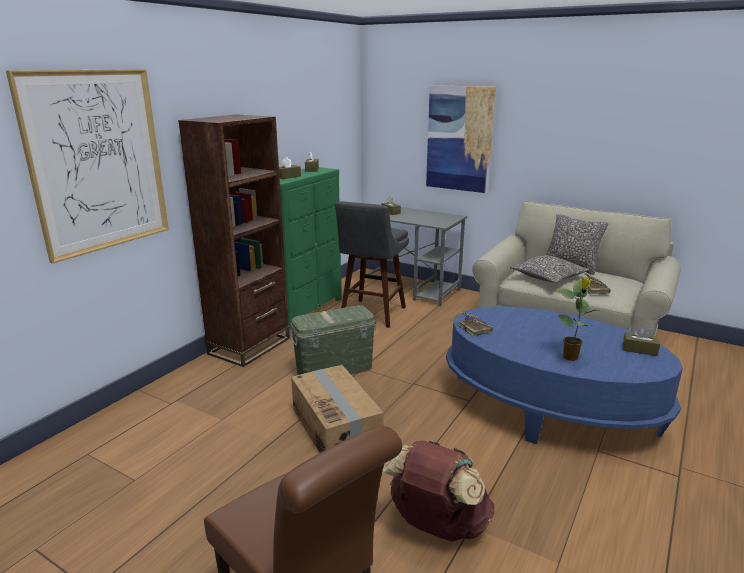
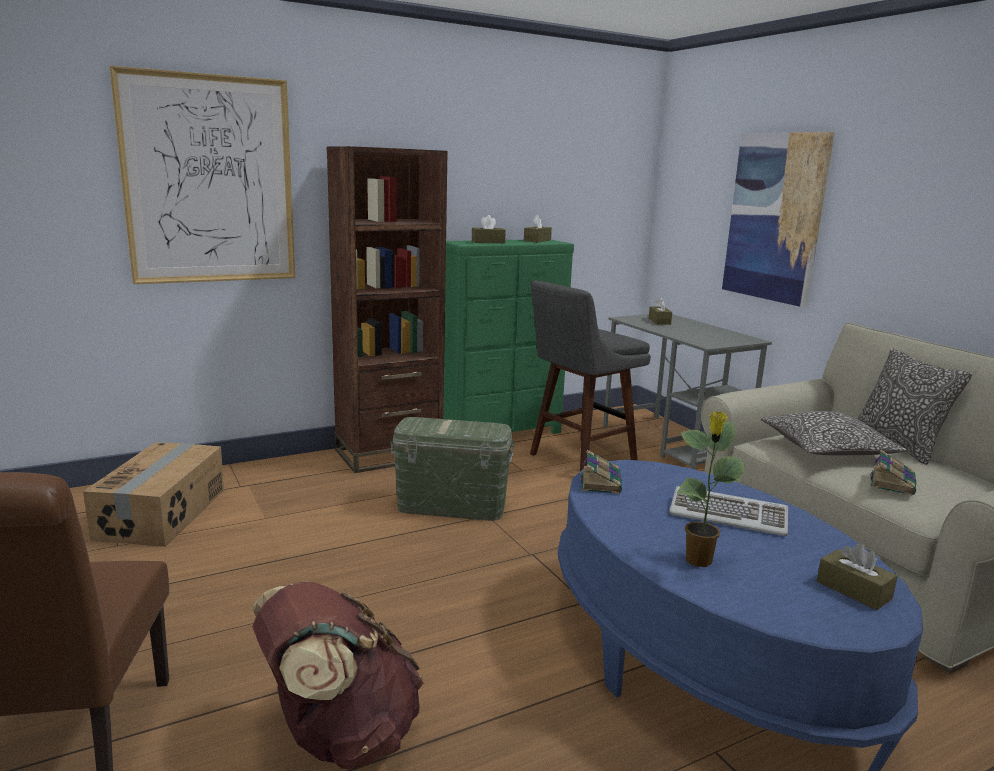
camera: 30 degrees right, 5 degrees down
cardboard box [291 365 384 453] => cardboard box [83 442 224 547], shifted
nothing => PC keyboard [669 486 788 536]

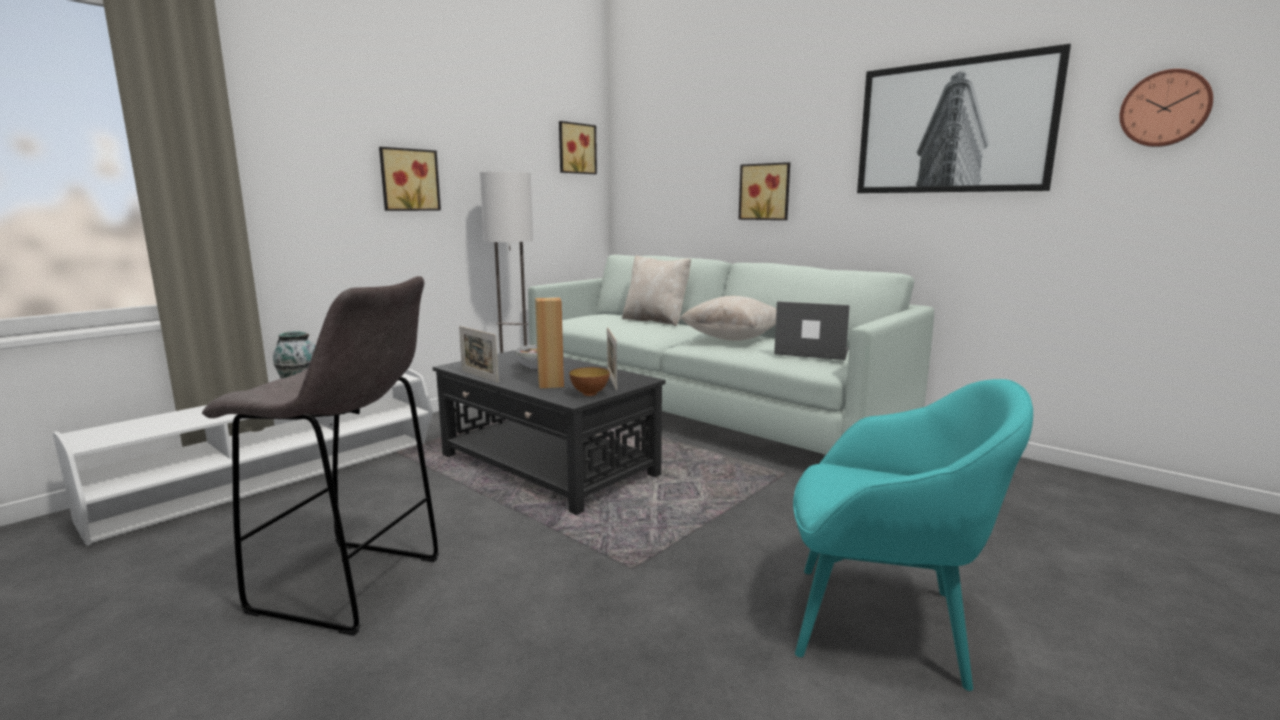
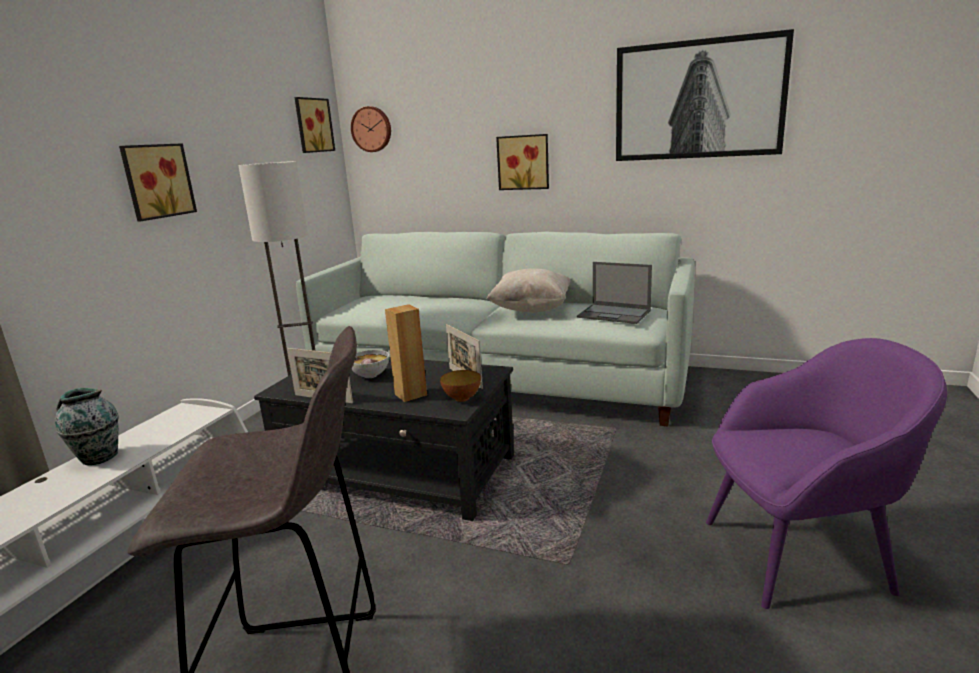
camera: 20 degrees left, 5 degrees up
sand-coloured pillow [622 255 691 326] => nothing
laptop [774 301 850 360] => laptop [577 262 652 324], 150 degrees counterclockwise
turquoise-coloured lounge chair [793 379 1033 691] => purple lounge chair [706 338 947 609]
wall clock [1119 69 1213 147] => wall clock [351 106 391 152], shifted

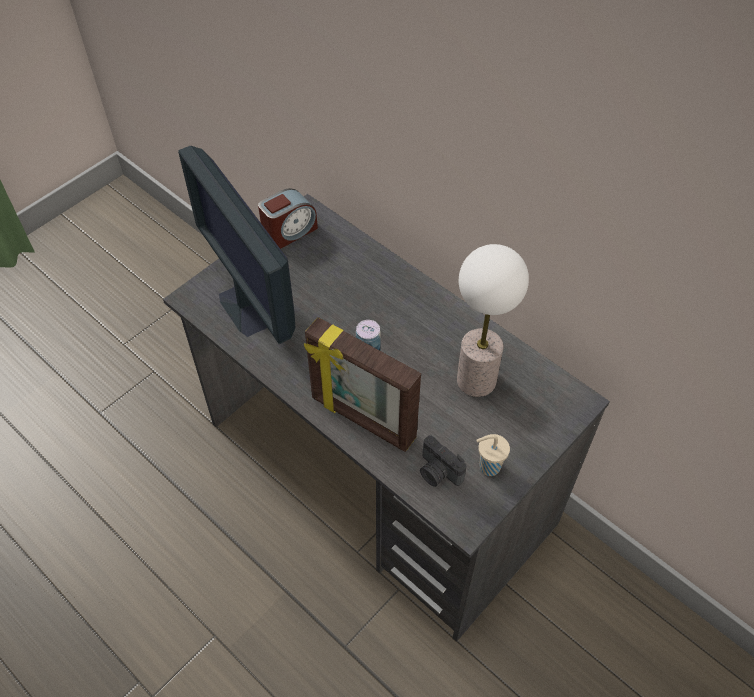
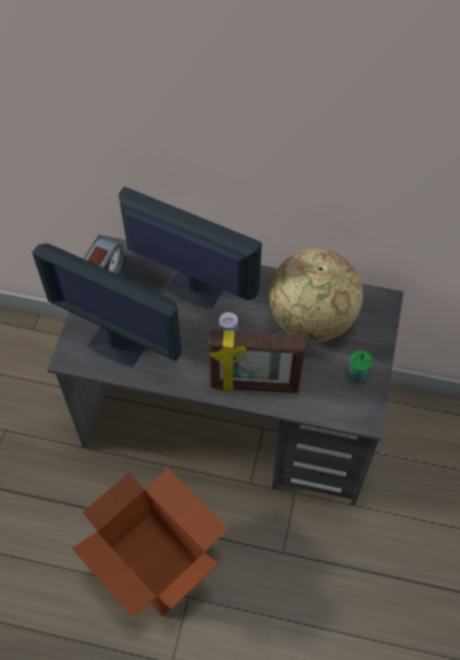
camera: 30 degrees left, 5 degrees up
still camera [420 435 466 487] => nothing
lamp for a table [457 244 529 397] => desk globe [269 248 363 342]
sand-coloured small cup [476 434 510 476] => green-coloured small cup [350 351 373 381]
nothing => cardboard box [72 468 229 617]
nothing => monitor [119 187 262 309]

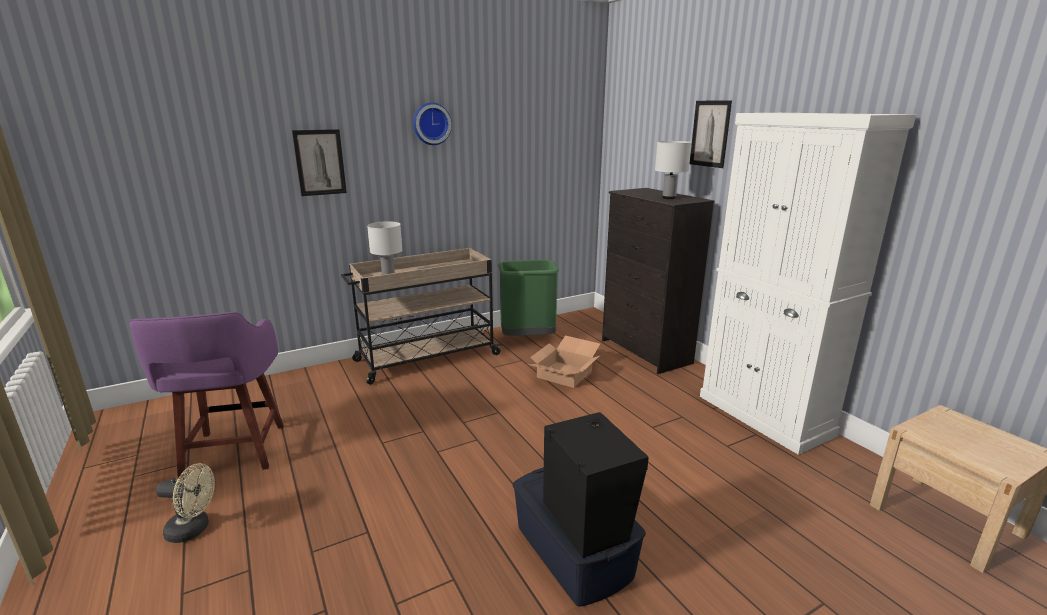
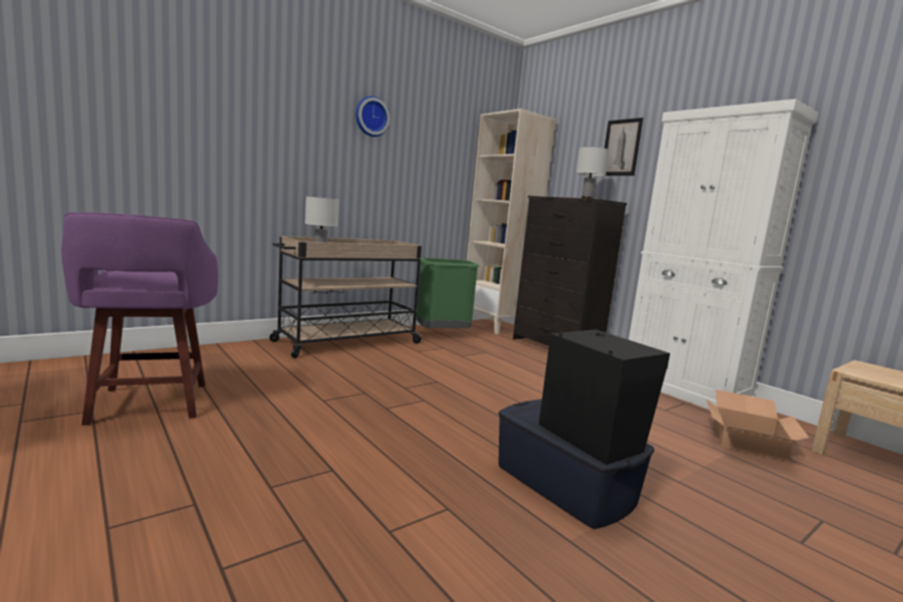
camera: 10 degrees left, 10 degrees down
sand-coloured electric fan [156 463 215 543] => nothing
wall art [292 129 347 196] => nothing
cardboard box [527 336 600 388] => cardboard box [706 390 809 462], shifted
nothing => sand-coloured bookshelf [467 109 556 334]

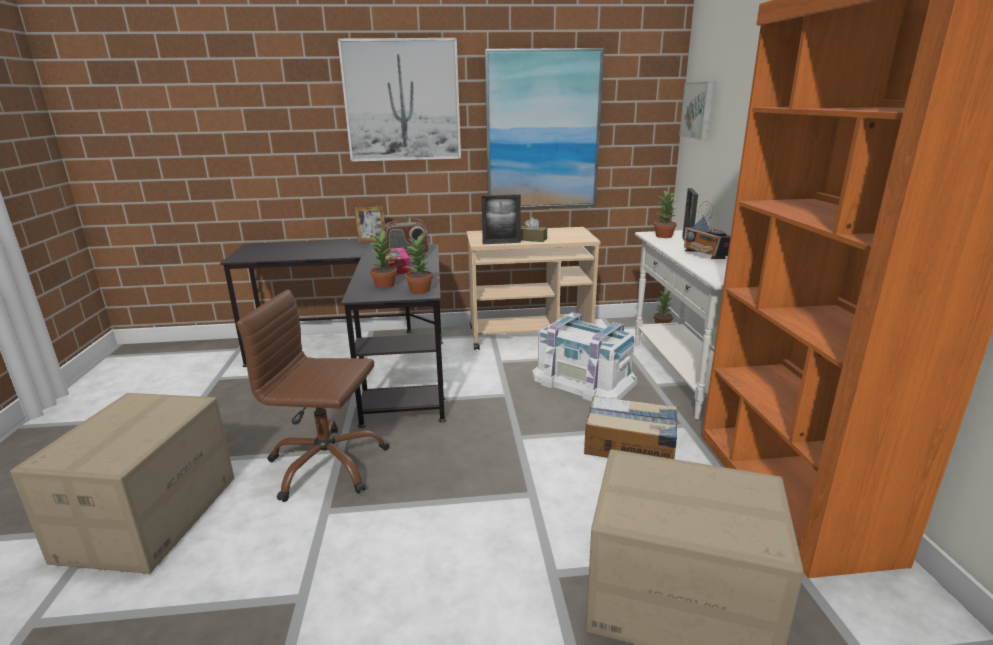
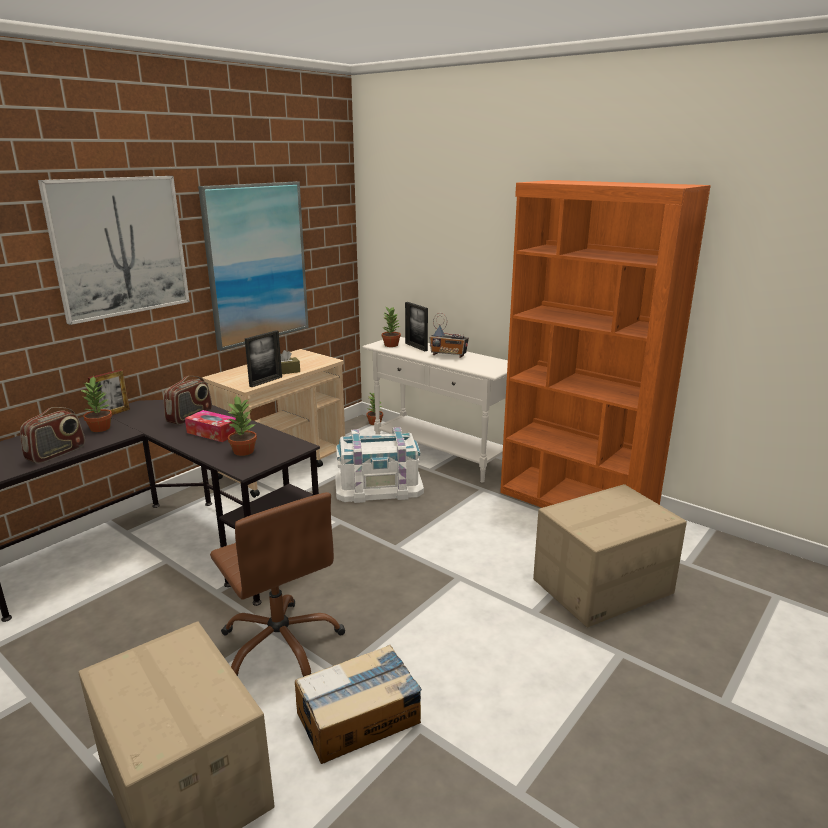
camera: 45 degrees left, 0 degrees up
brownish office chair [237 290 390 502] => brownish office chair [210 492 345 677], 90 degrees counterclockwise
plant in a pot [405 234 433 294] => plant in a pot [80 376 112 432], shifted
cardboard box [584 396 678 459] => cardboard box [295 645 422 764], shifted
wall art [679 82 714 140] => nothing
nothing => radio receiver [20 407 85 464]

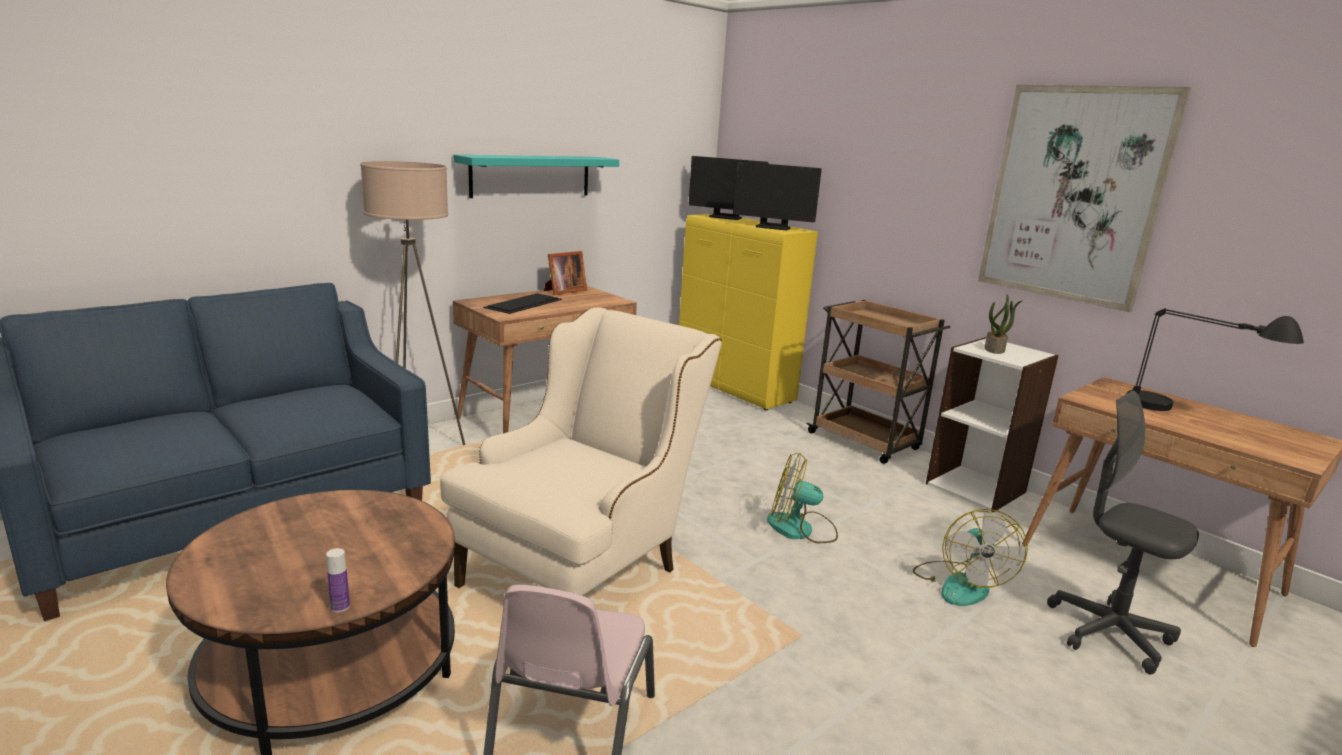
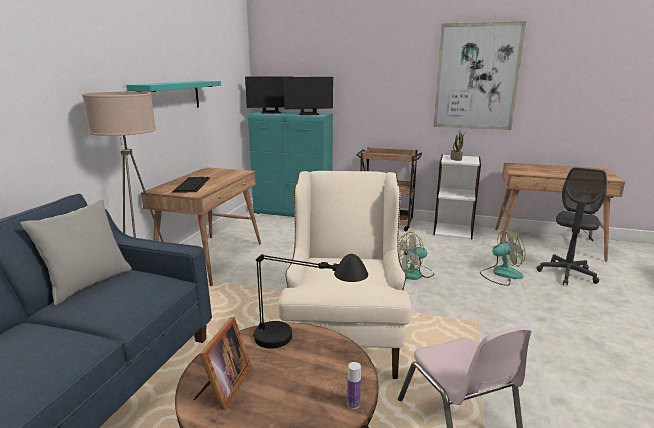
camera: 30 degrees left, 0 degrees up
standing frame [544 251 587 295] => standing frame [194 317 252 410], shifted
yellow storage cabinet [679 214 818 410] => turquoise-coloured storage cabinet [248 111 333 217]
electric fan [913 509 1028 606] => electric fan [480 228 525 286], 75 degrees counterclockwise
greyish office chair [1047 391 1199 674] => greyish office chair [537 167 607 285], 75 degrees counterclockwise
black lamp for a table [1125 308 1304 411] => black lamp for a table [253 254 368 349], shifted
nothing => greyish pillow [21 200 132 306]

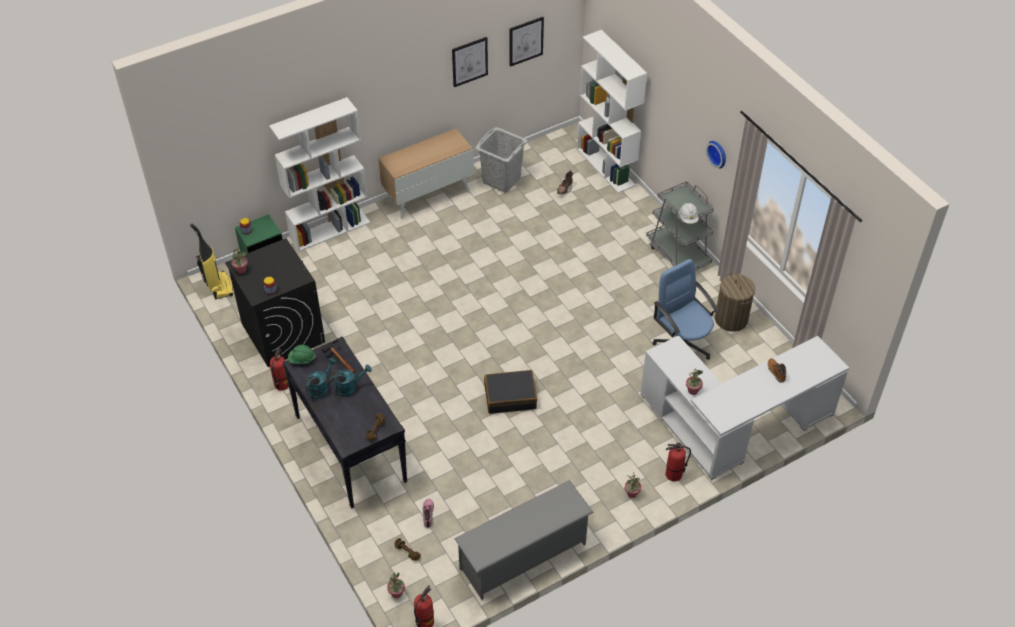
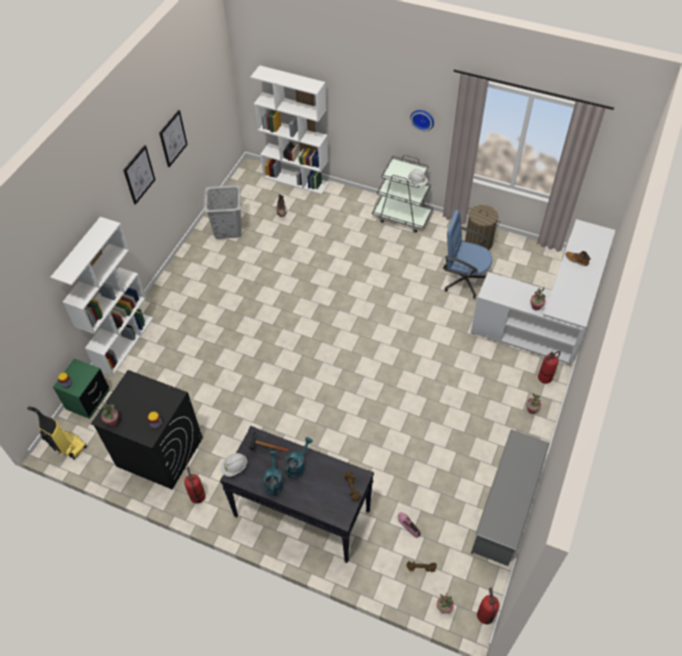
camera: 35 degrees left, 5 degrees up
green-coloured work helmet [288 345 316 364] => whitish work helmet [221 453 247 477]
storage cabinet [378 129 474 219] => nothing
black piece of luggage [484 370 537 414] => nothing
wall art [510 17 544 67] => wall art [123 145 156 205], shifted

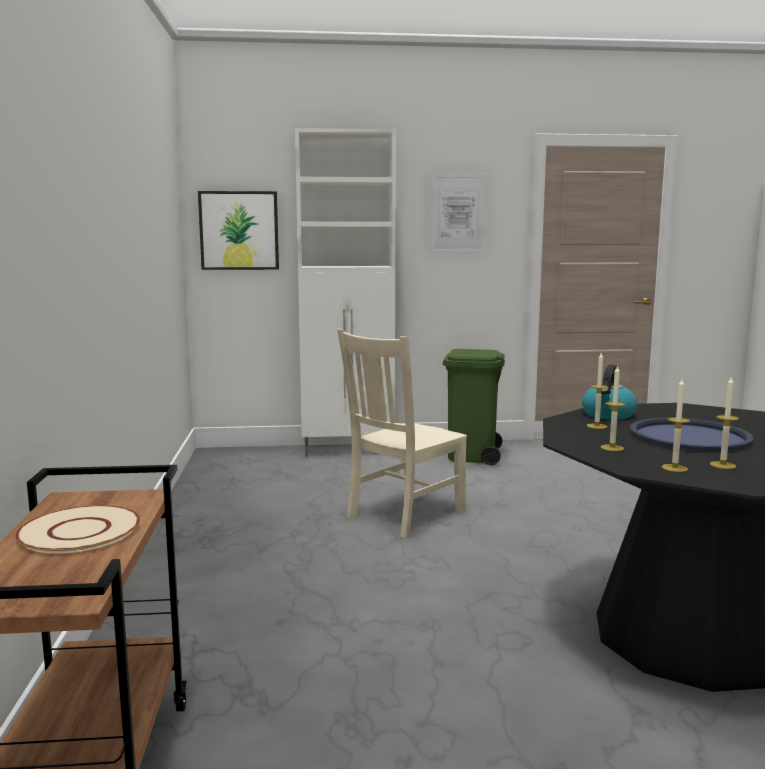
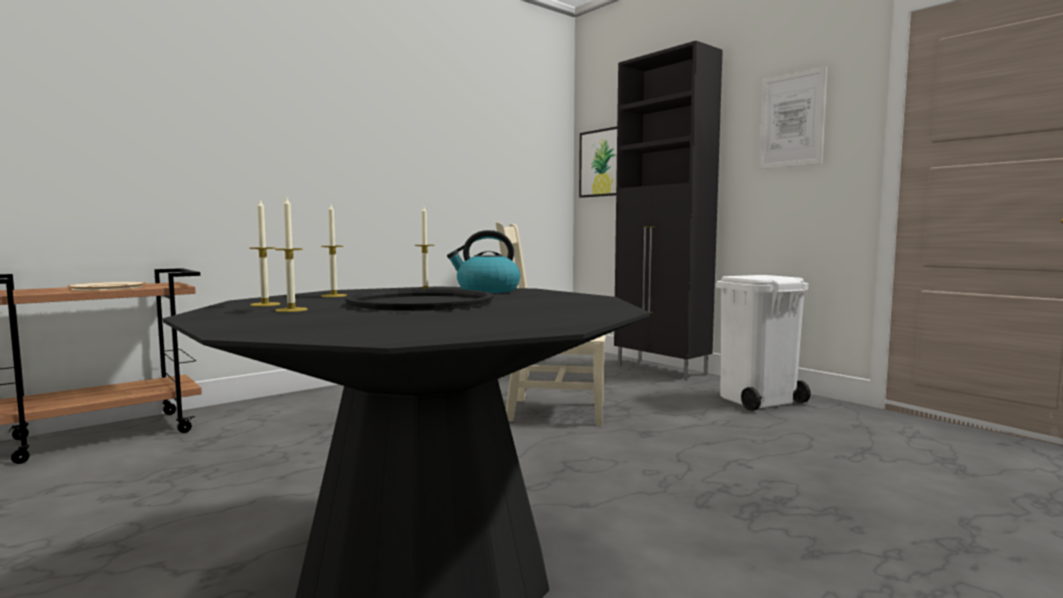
camera: 55 degrees right, 5 degrees down
whitish storage cabinet [295 128 396 457] => black storage cabinet [614 41 723 380]
green-coloured trash can [443 349 505 465] => whitish trash can [716 275 811 411]
blue-coloured tray [630 418 754 451] => black tray [345 289 493 311]

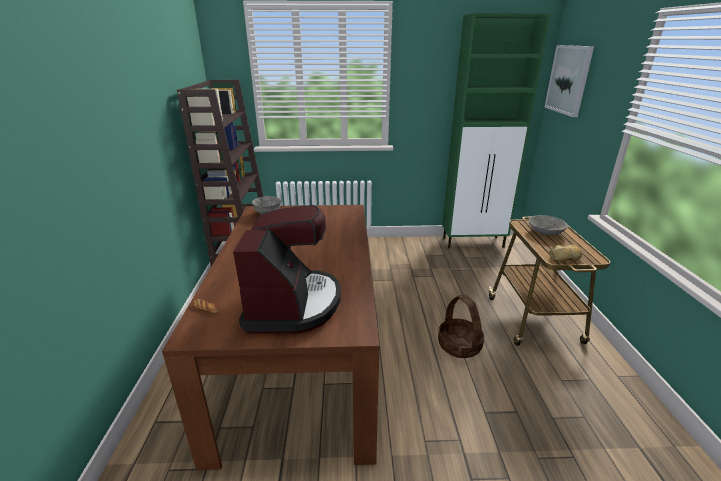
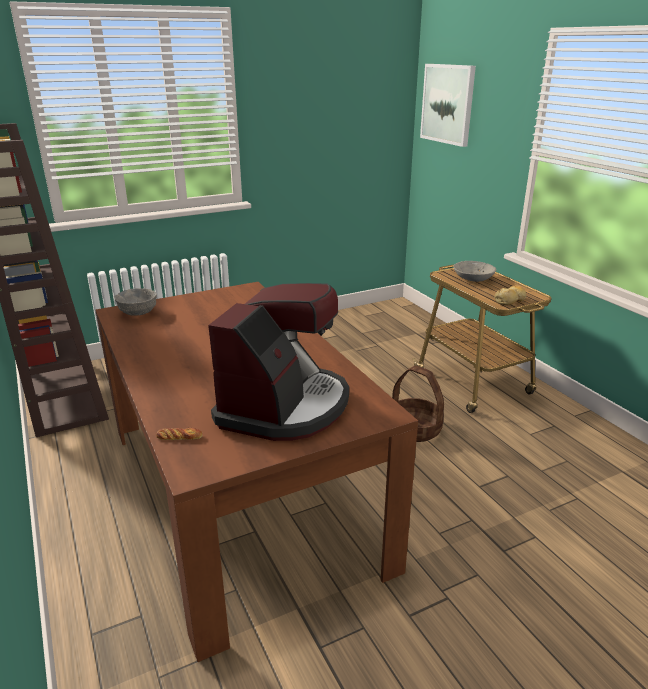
camera: 25 degrees left, 0 degrees up
coffee maker [233 205 341 334] => coffee maker [208 283 349 441], 45 degrees clockwise
green-coloured storage cabinet [442 14 551 249] => nothing

